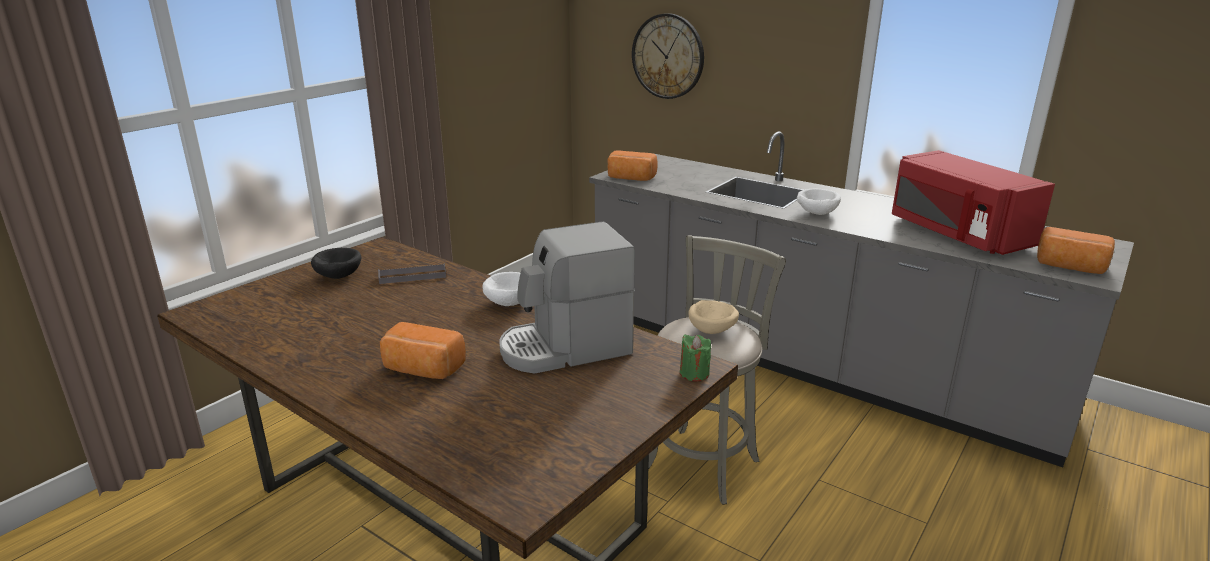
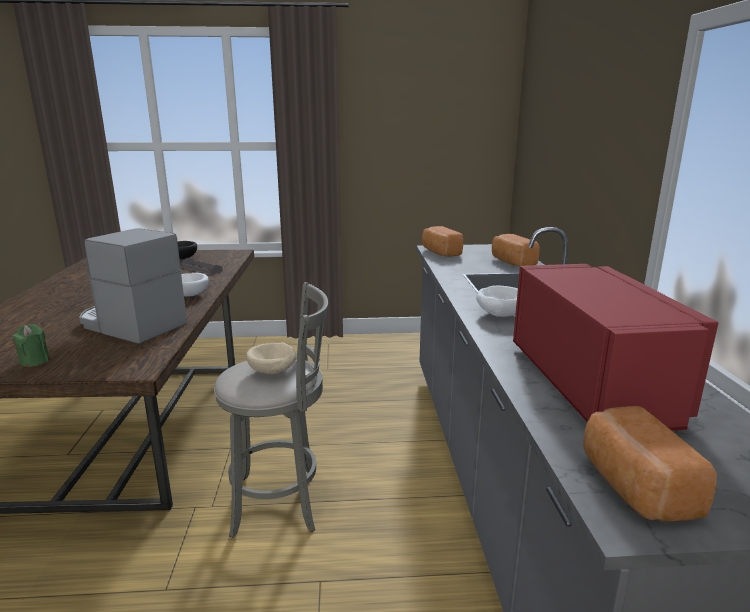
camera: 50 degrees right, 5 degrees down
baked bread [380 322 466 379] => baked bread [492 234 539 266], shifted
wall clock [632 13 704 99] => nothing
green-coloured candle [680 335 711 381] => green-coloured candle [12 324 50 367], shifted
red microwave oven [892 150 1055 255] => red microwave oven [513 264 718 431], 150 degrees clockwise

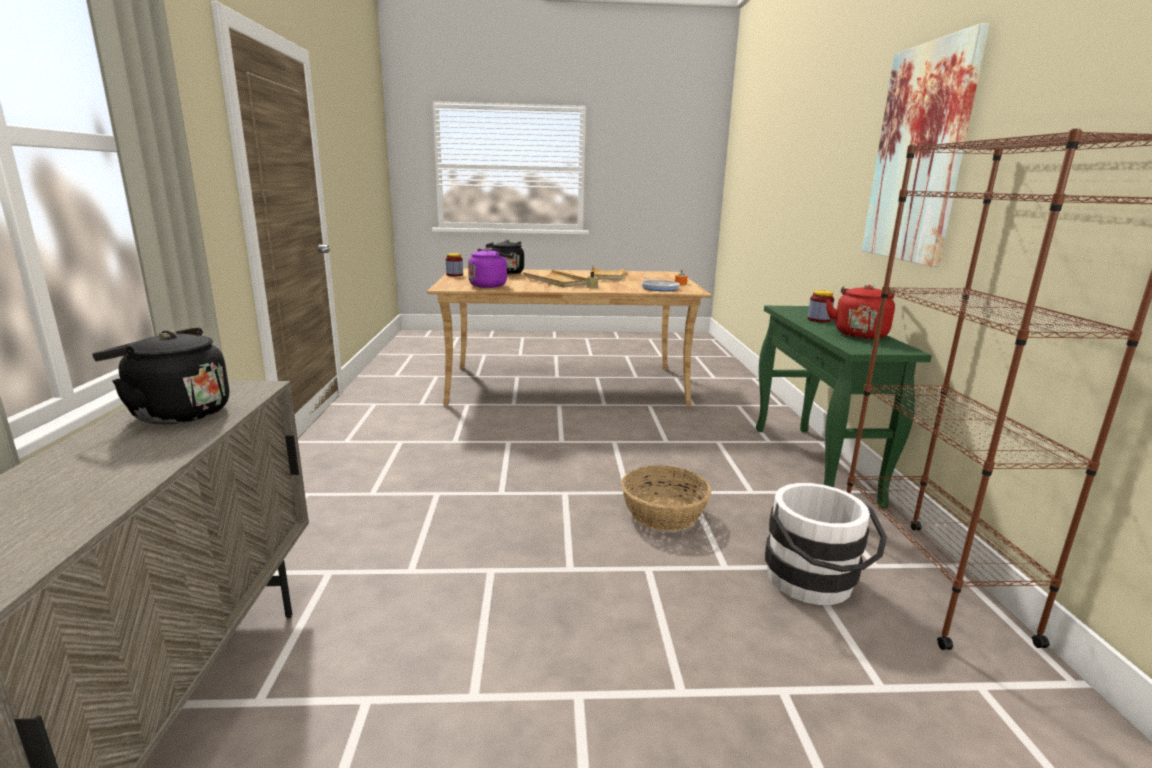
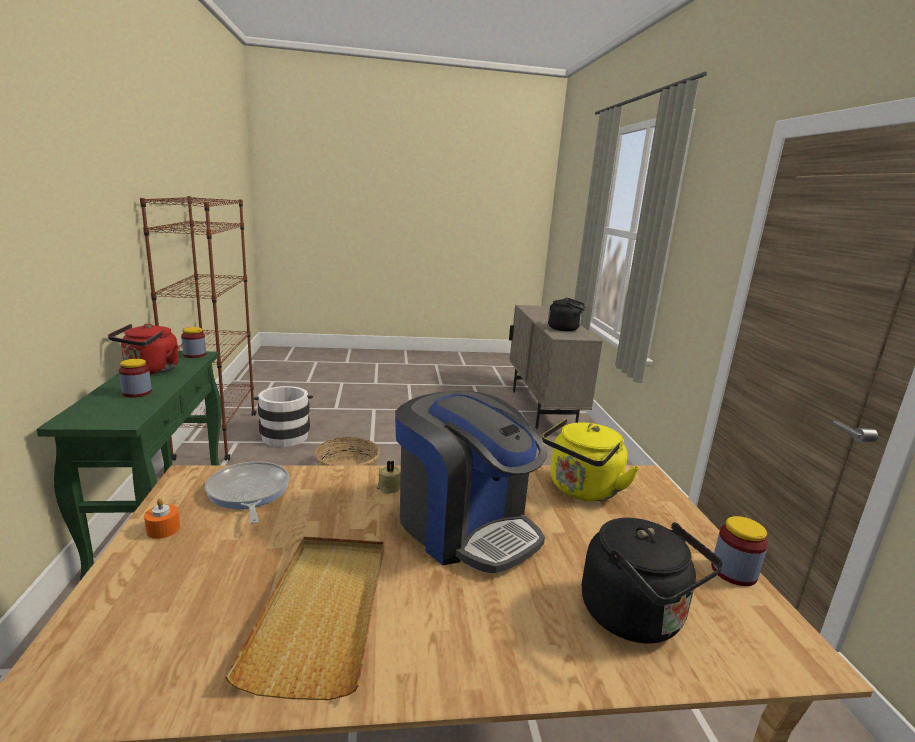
camera: 175 degrees right, 0 degrees up
purple tea kettle [468 248 514 288] => yellow tea kettle [542 419 639 501]
sand-coloured tray [523 270 587 288] => coffee maker [395 391 547 574]
wall art [862 23 990 267] => nothing
nothing => storage jar [181 327 206 358]

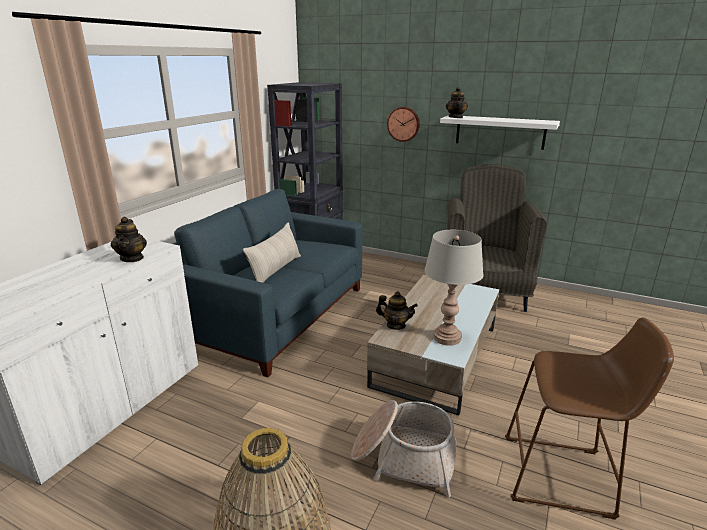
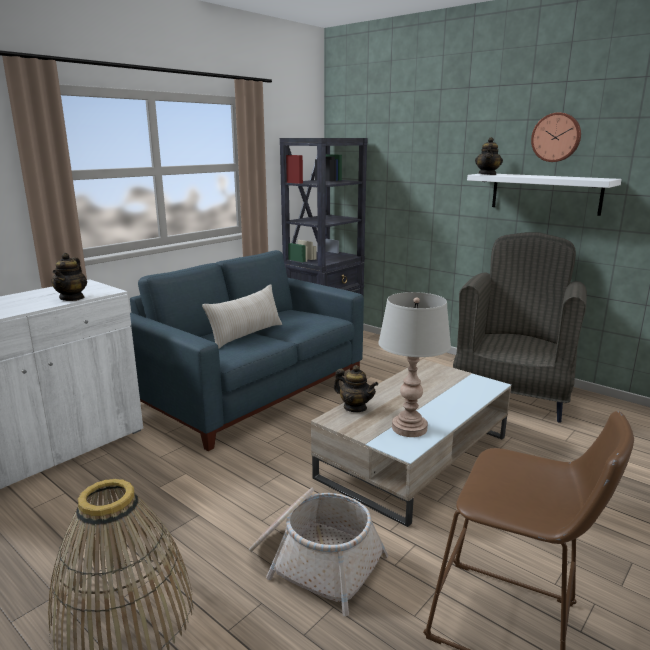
camera: 15 degrees right, 5 degrees down
wall clock [387 107 420 142] => wall clock [531 112 581 162], shifted

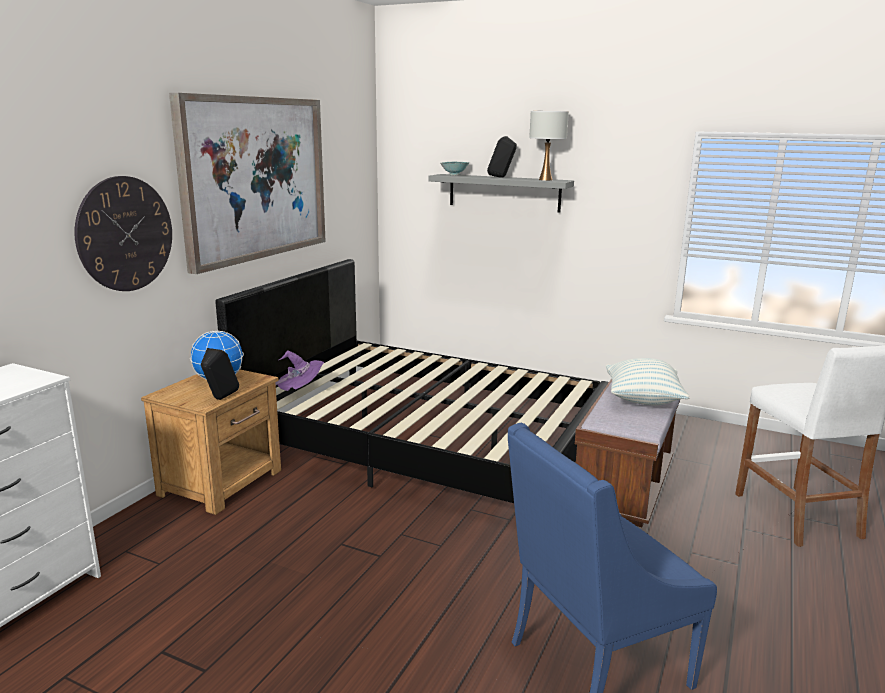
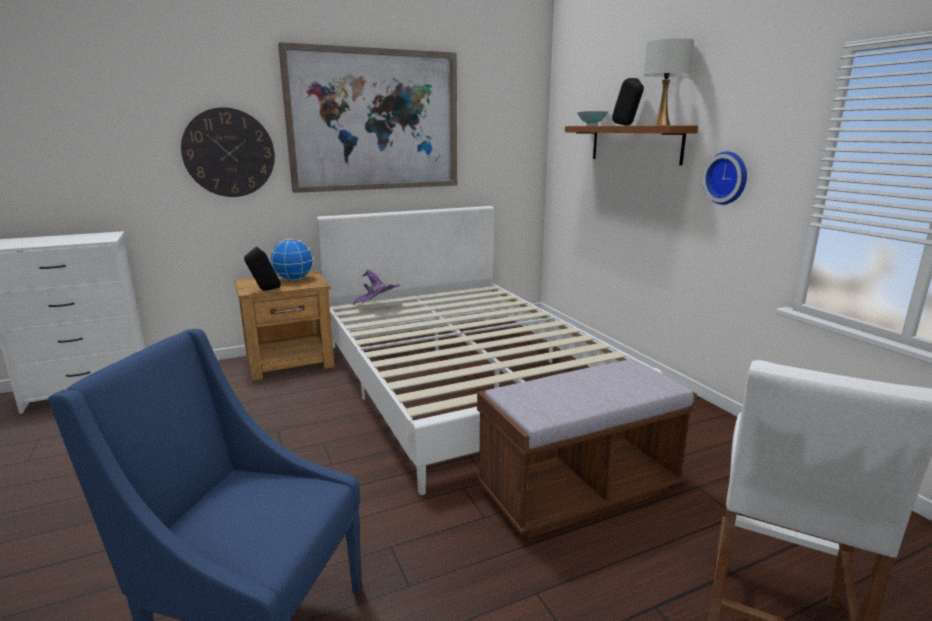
camera: 40 degrees right, 0 degrees up
black sleeping bed [216 259 609 503] => whitish sleeping bed [317 206 663 495]
greyish bracket shelf [429 174 574 213] => brownish bracket shelf [565 126 698 166]
pillow [606 358 689 405] => nothing
nothing => wall clock [702 151 747 205]

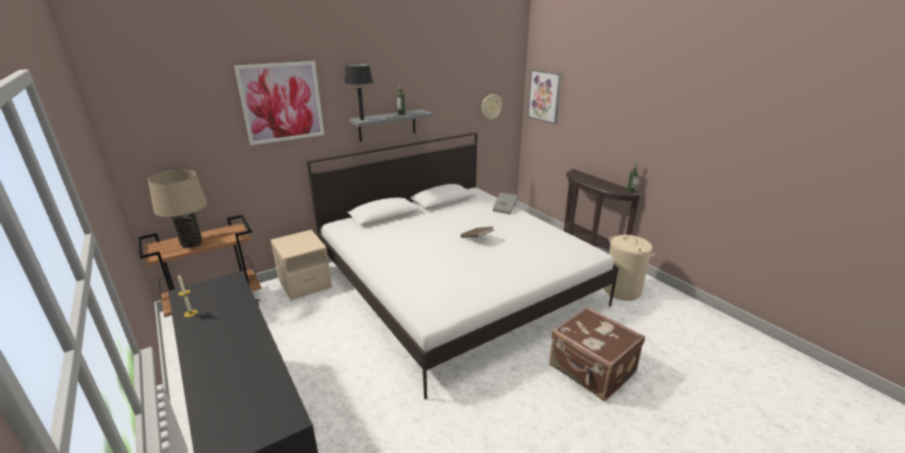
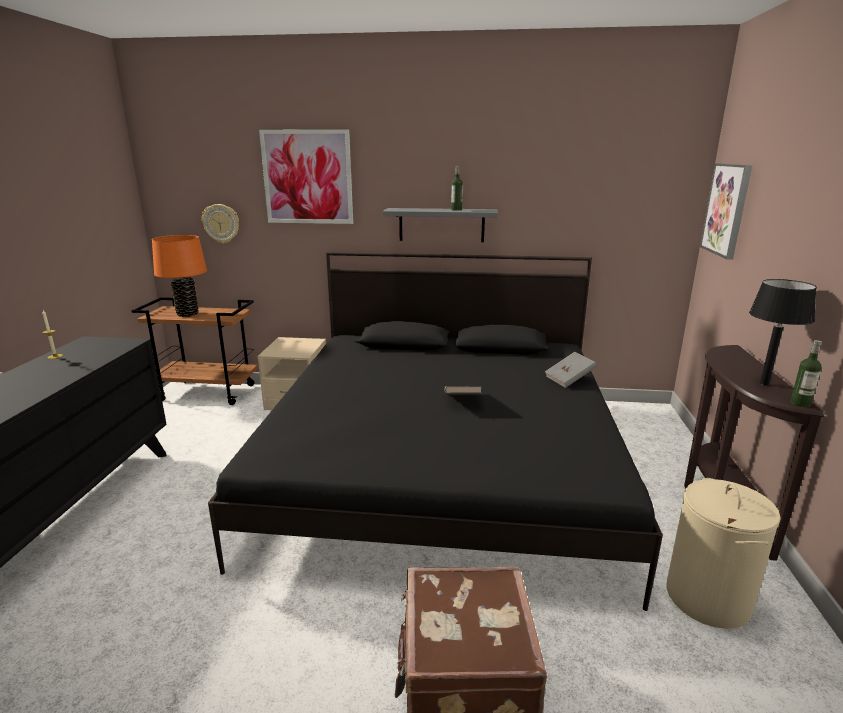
camera: 40 degrees right, 5 degrees down
sand-coloured lamp for a table [148 170 207 248] => orange lamp for a table [152 235 207 317]
whitish sleeping bed [307 132 619 400] => black sleeping bed [208 252 663 611]
black lamp for a table [344 64 373 120] => black lamp for a table [749 279 817 386], shifted
wall clock [481 94 502 121] => wall clock [202 204 239 244], shifted

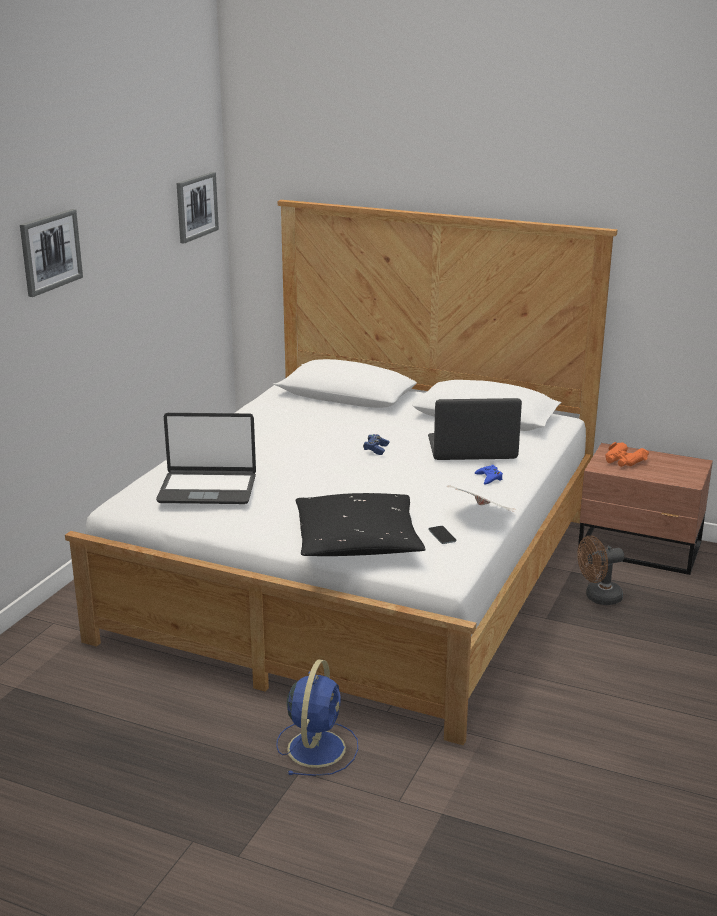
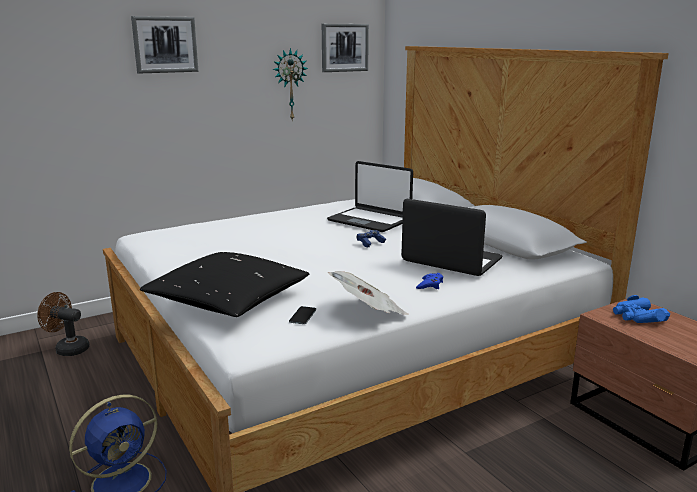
camera: 35 degrees right, 5 degrees down
laptop [156 413 256 504] => laptop [327 161 413 232], shifted
brownish electric fan [577 536 624 605] => brownish electric fan [37 292 90 356], shifted
orange binoculars [605 442 649 467] => blue-coloured binoculars [613 295 670 323]
nothing => wall clock [273 48 308 120]

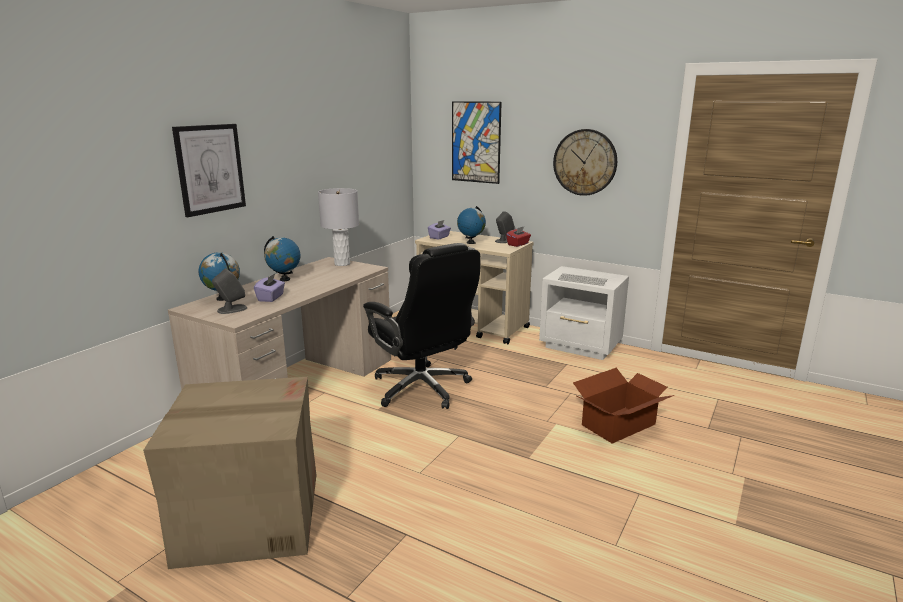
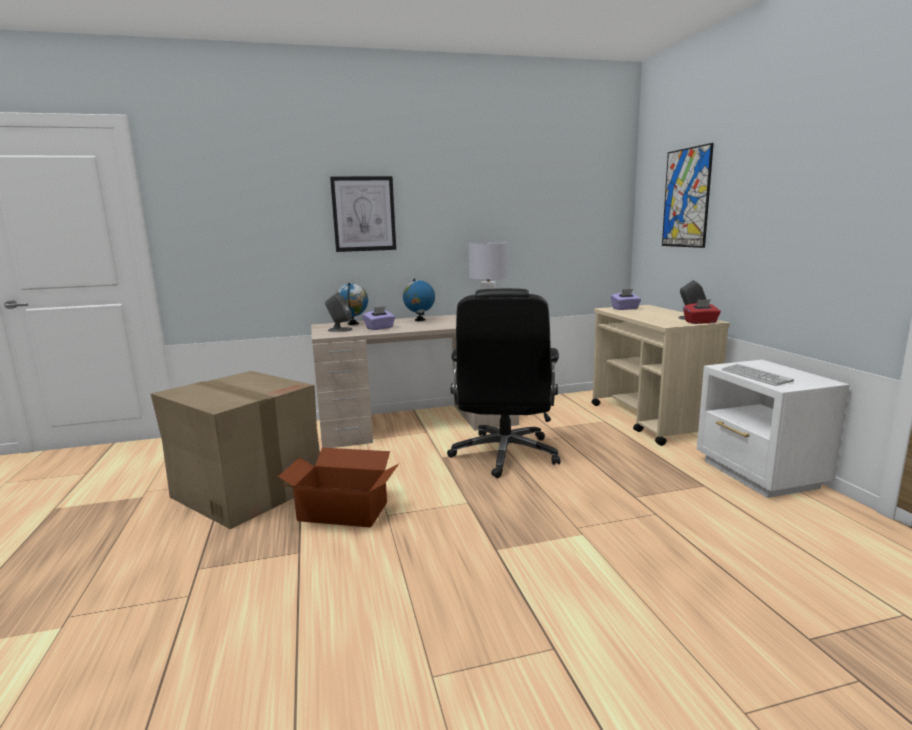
camera: 45 degrees right, 5 degrees down
desk globe [457 206 486 244] => nothing
wall clock [553 129 617 196] => nothing
cardboard box [573 368 675 444] => cardboard box [278 448 399 527], shifted

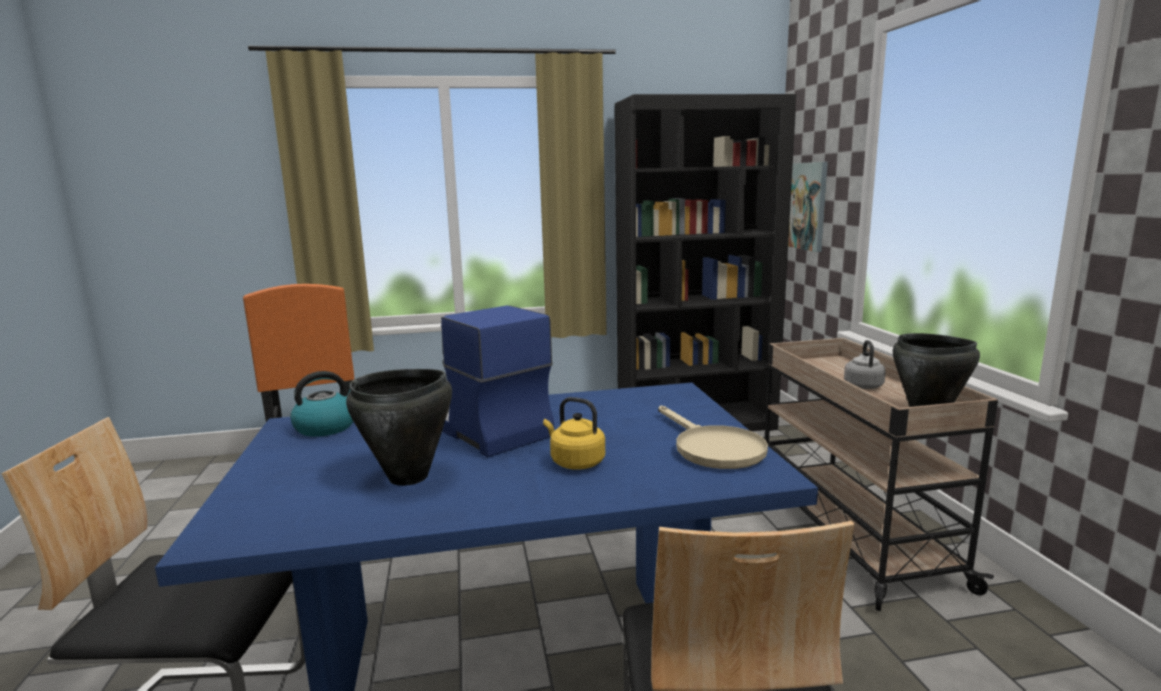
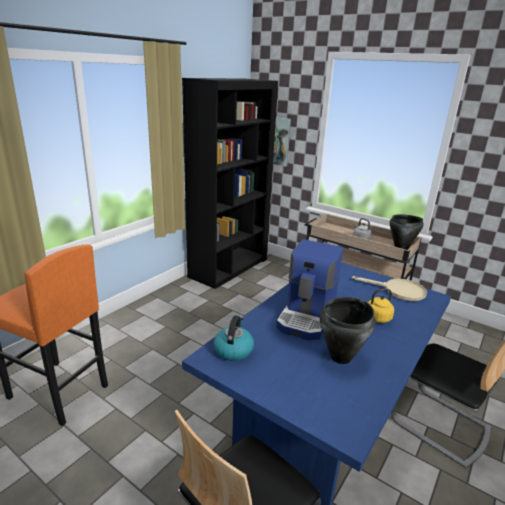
camera: 45 degrees left, 10 degrees up
coffee maker [441 305 554 458] => coffee maker [276 239 344 340], 75 degrees counterclockwise

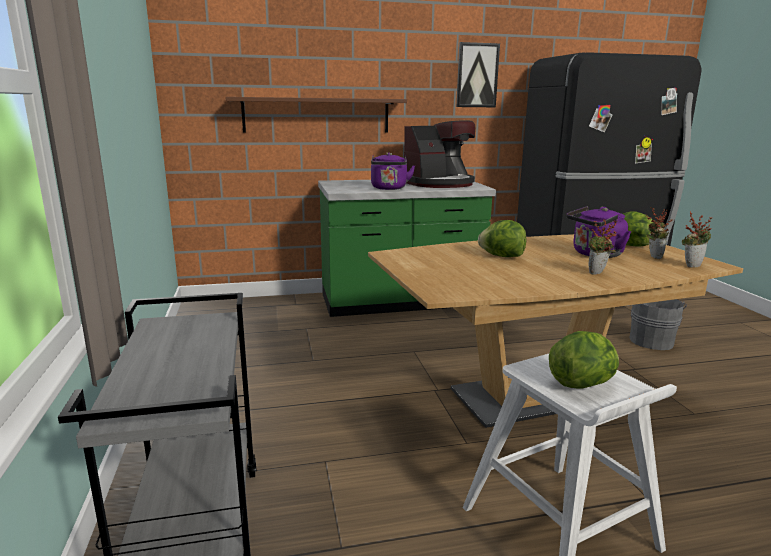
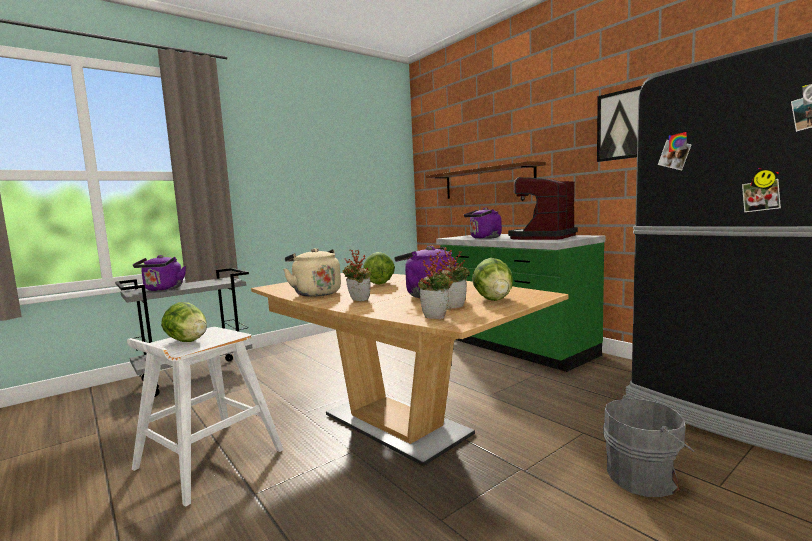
camera: 65 degrees right, 10 degrees down
coffee maker [404 120 475 188] => coffee maker [508 177 578 240], 90 degrees clockwise
nothing => purple tea kettle [133 255 186 291]
nothing => sand-coloured tea kettle [283 248 341 297]

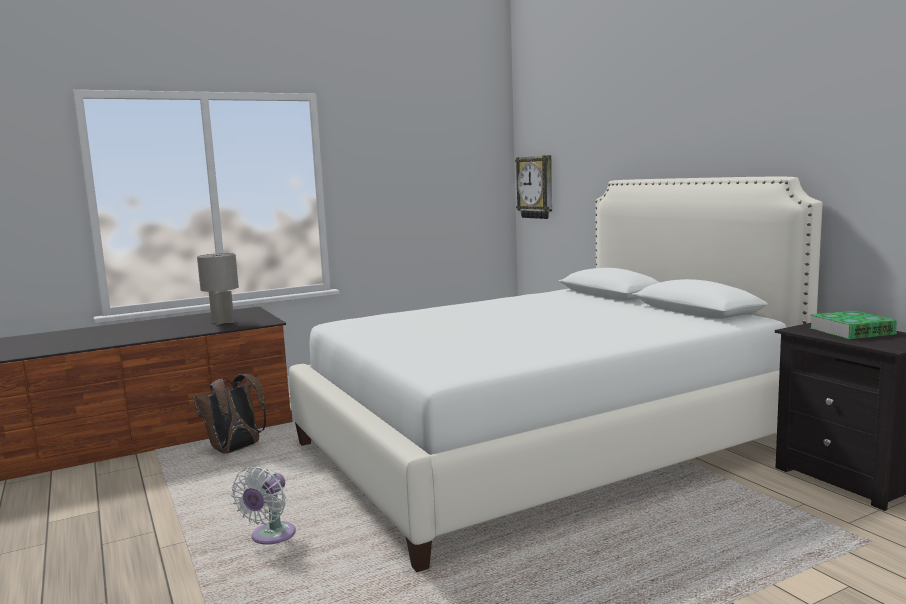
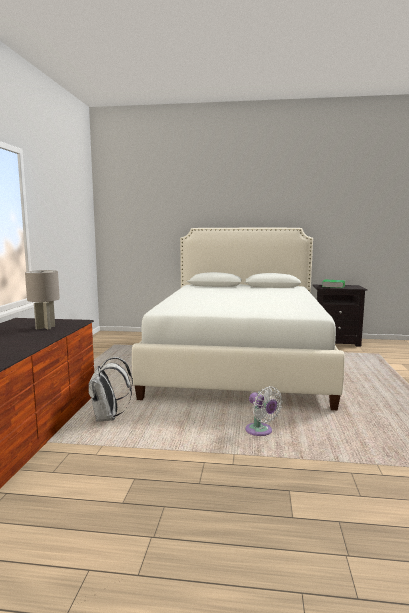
camera: 55 degrees left, 0 degrees up
brownish knapsack [194 374 266 454] => whitish knapsack [88 357 133 422]
wall clock [515 155 552 219] => nothing

